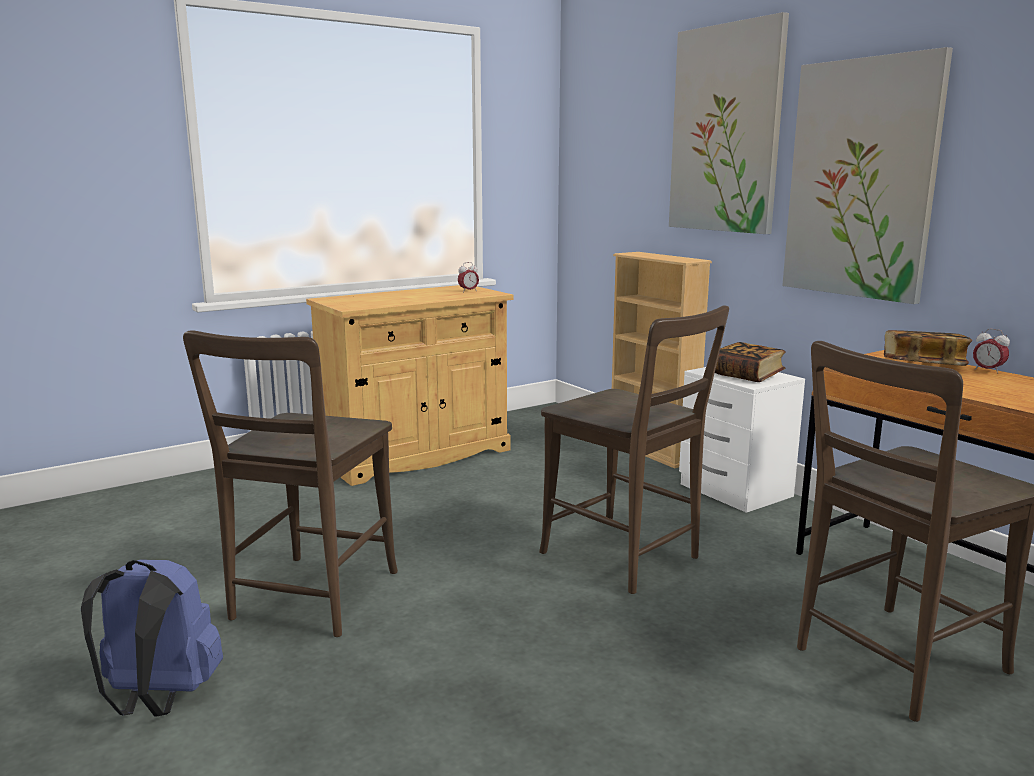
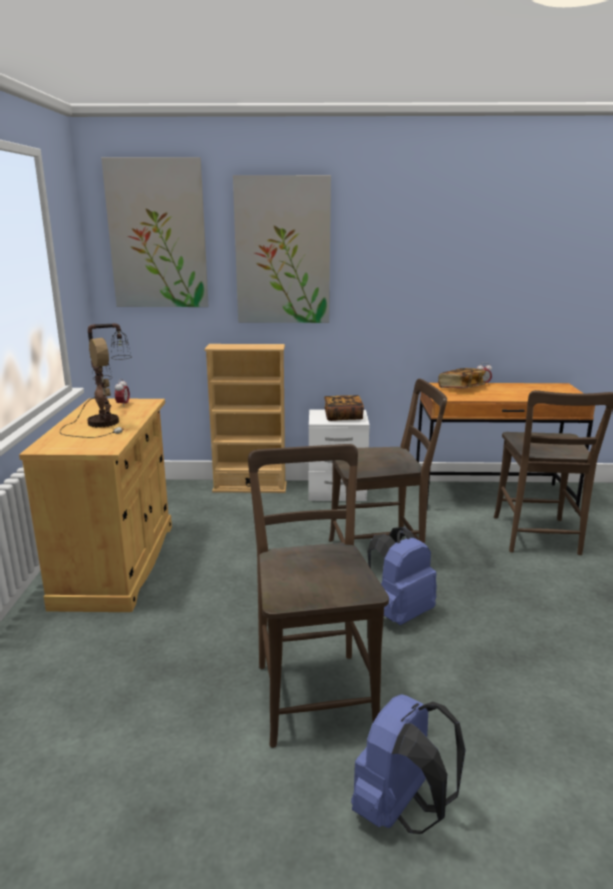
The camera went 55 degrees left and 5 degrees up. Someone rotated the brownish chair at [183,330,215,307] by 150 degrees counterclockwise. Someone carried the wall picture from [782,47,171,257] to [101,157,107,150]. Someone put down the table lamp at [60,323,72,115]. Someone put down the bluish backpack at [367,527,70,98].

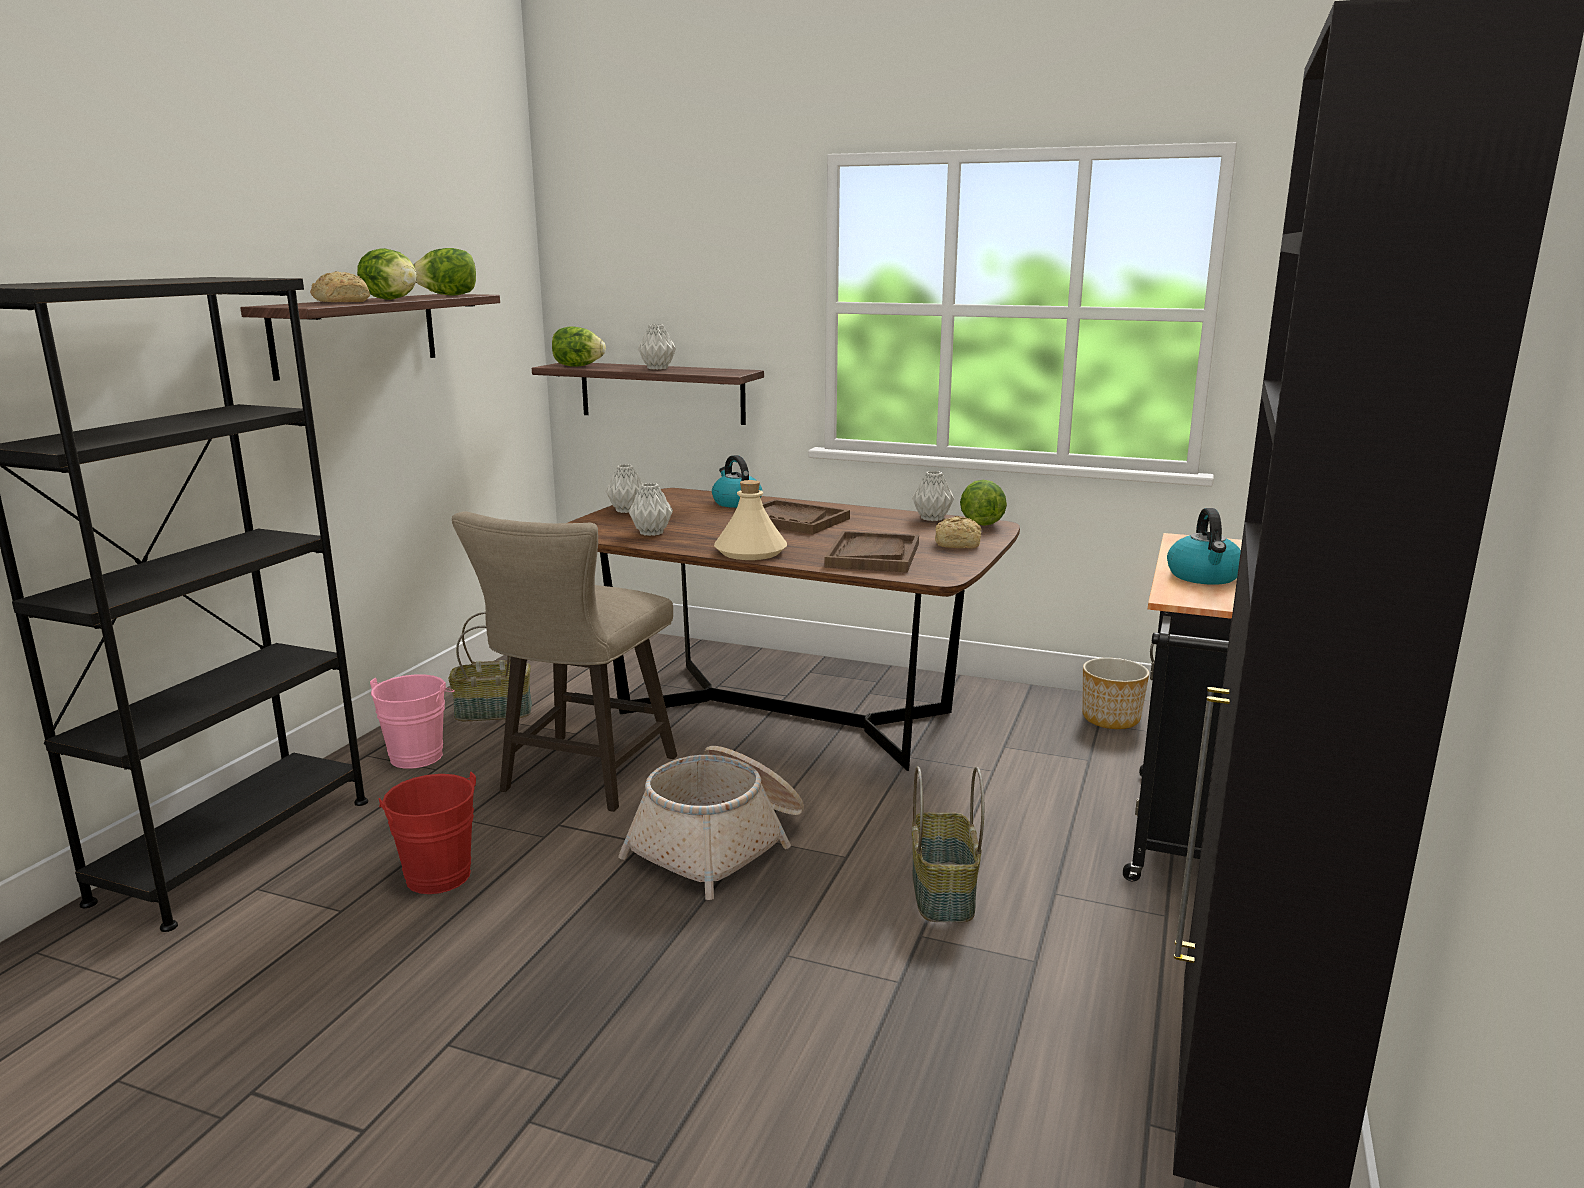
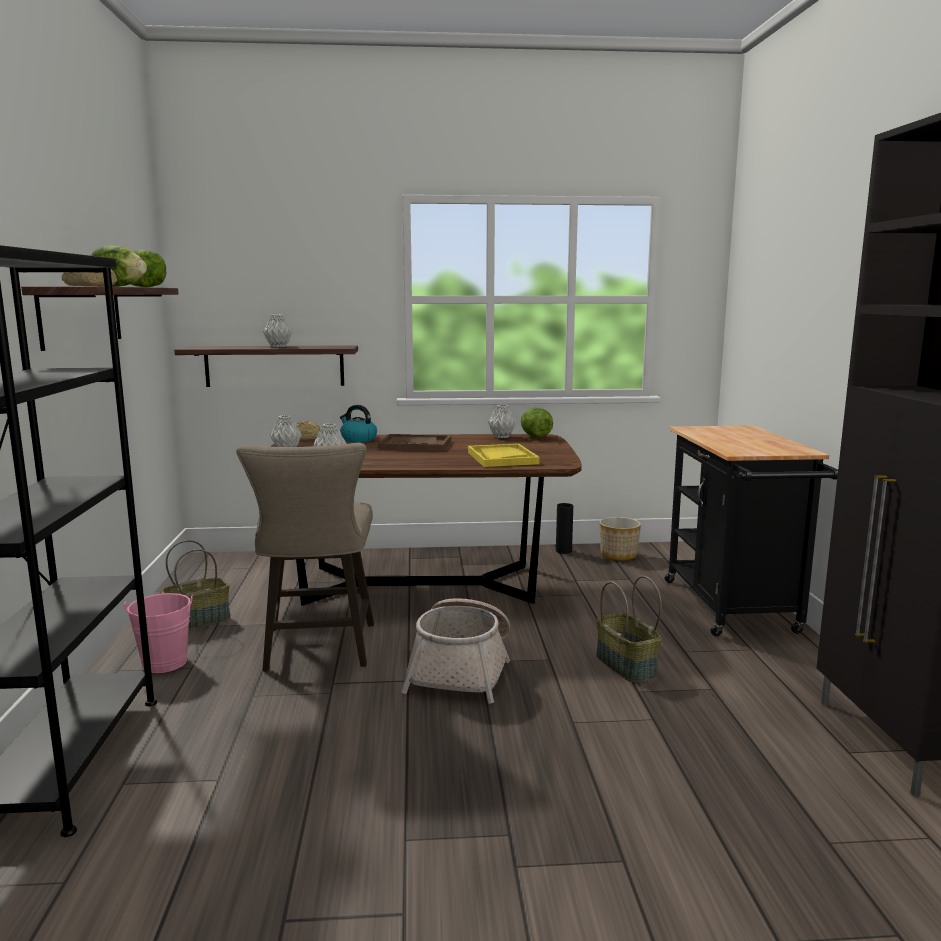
The camera went 25 degrees left and 5 degrees down. Someone took away the reddish bucket at [379,772,97,122]. Someone took away the head of lettuce at [552,327,54,40]. Someone took away the beige-coloured drink bottle at [714,480,73,80]. Someone repainted the brownish carrying tray at [824,531,95,41], which became the yellowish carrying tray at [468,444,72,23]. Someone carried the baked bread from [935,516,47,32] to [296,421,24,19]. Someone took away the tea kettle at [1167,508,74,77]. Someone put down the blackish flower vase at [556,503,17,51].

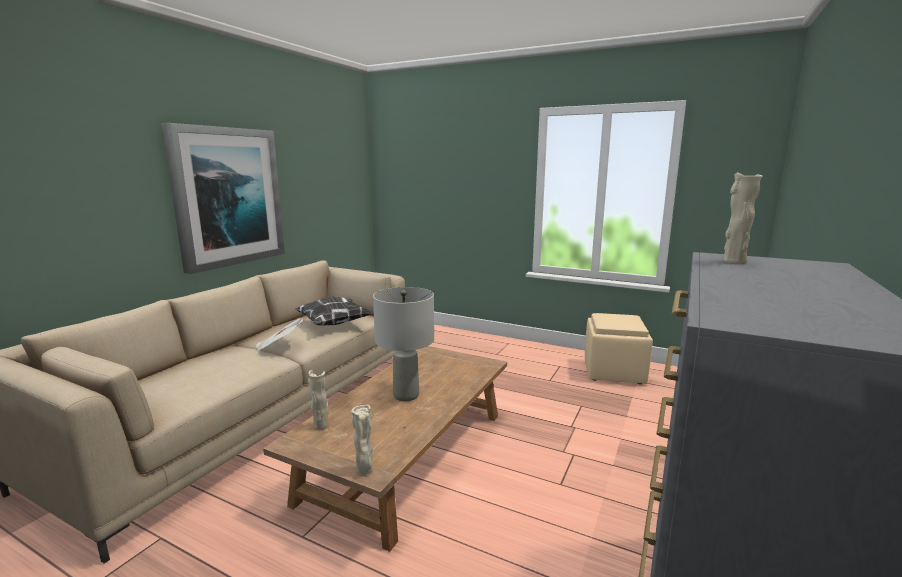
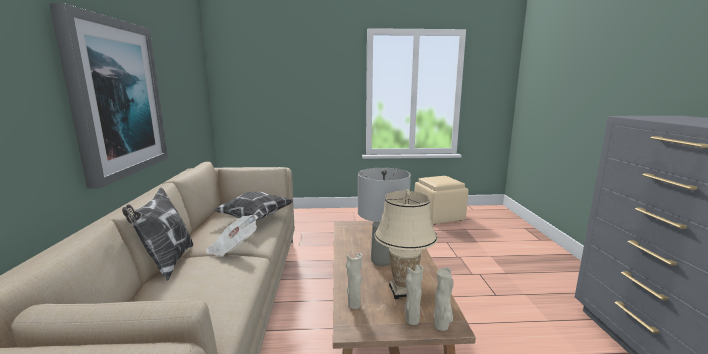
The camera went 30 degrees left and 0 degrees up. Someone carried the beige-coloured flower vase from [724,172,39,92] to [404,265,20,60]. Someone put down the cushion at [122,188,71,93]. Someone put down the beige-coloured table lamp at [374,189,64,110].

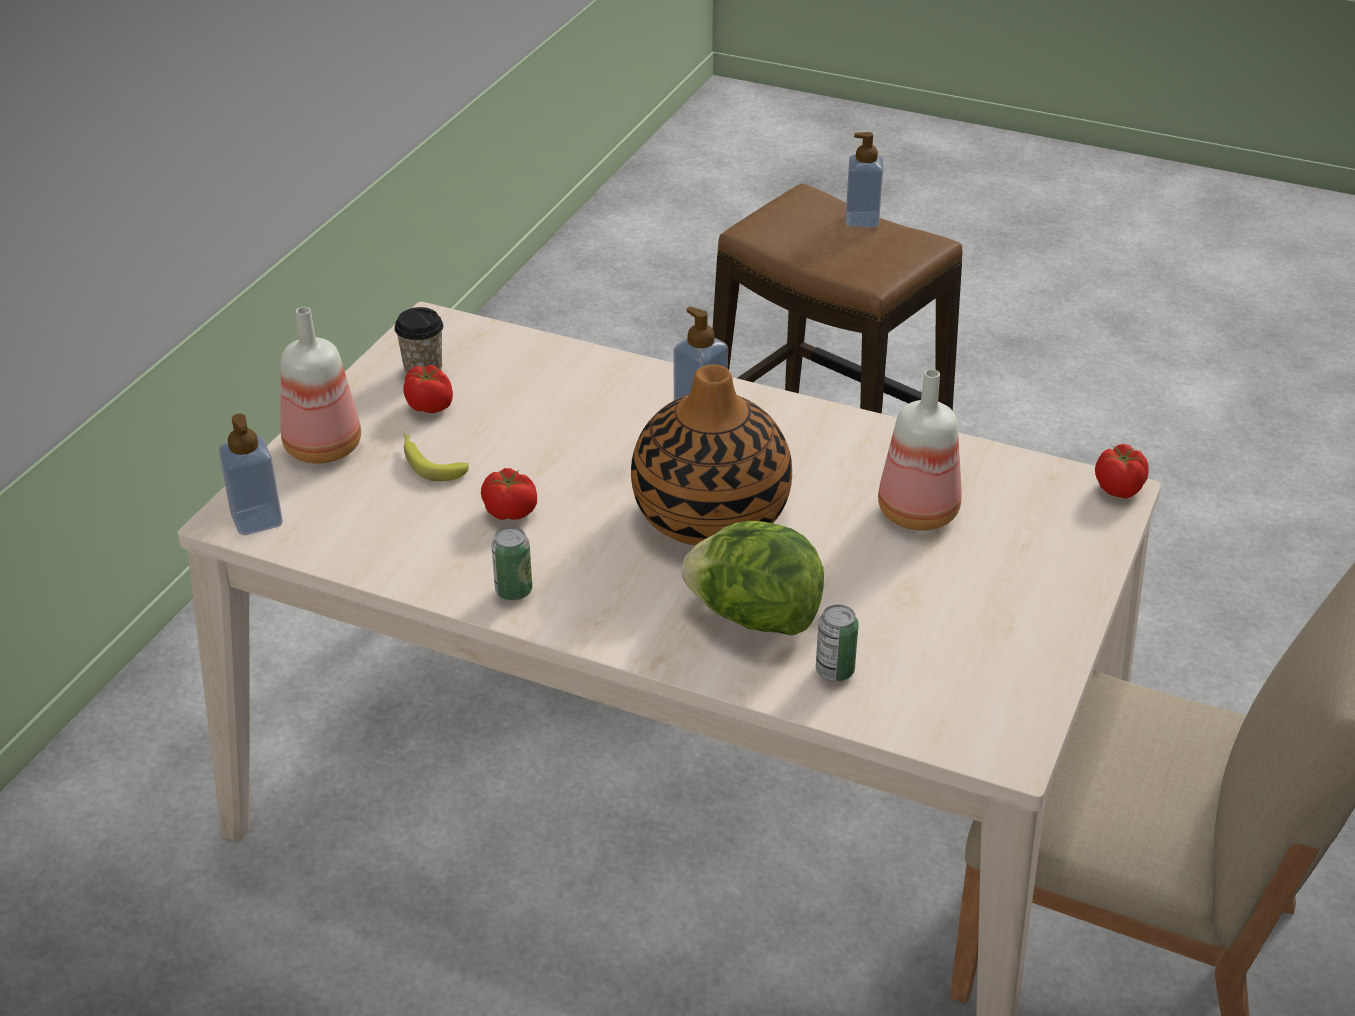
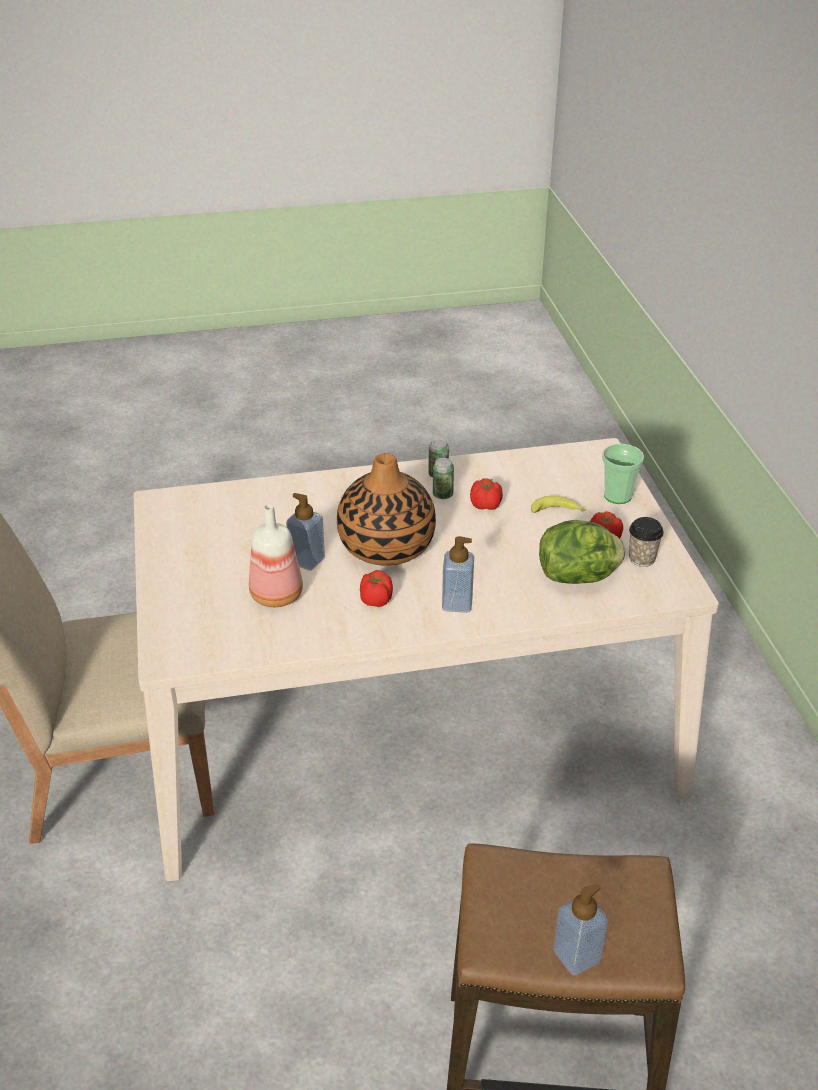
The camera went 145 degrees right and 0 degrees up. Someone carried the soap dispenser from [219,413,64,122] to [286,493,39,78]. Someone swapped the drink bottle at [280,307,81,157] for the cup at [602,444,42,60]. Someone carried the head of lettuce from [681,521,143,114] to [539,520,86,64]. Someone carried the metal can from [816,605,43,76] to [433,458,21,41]. Someone carried the fresh tomato from [1095,444,54,55] to [360,570,33,37].

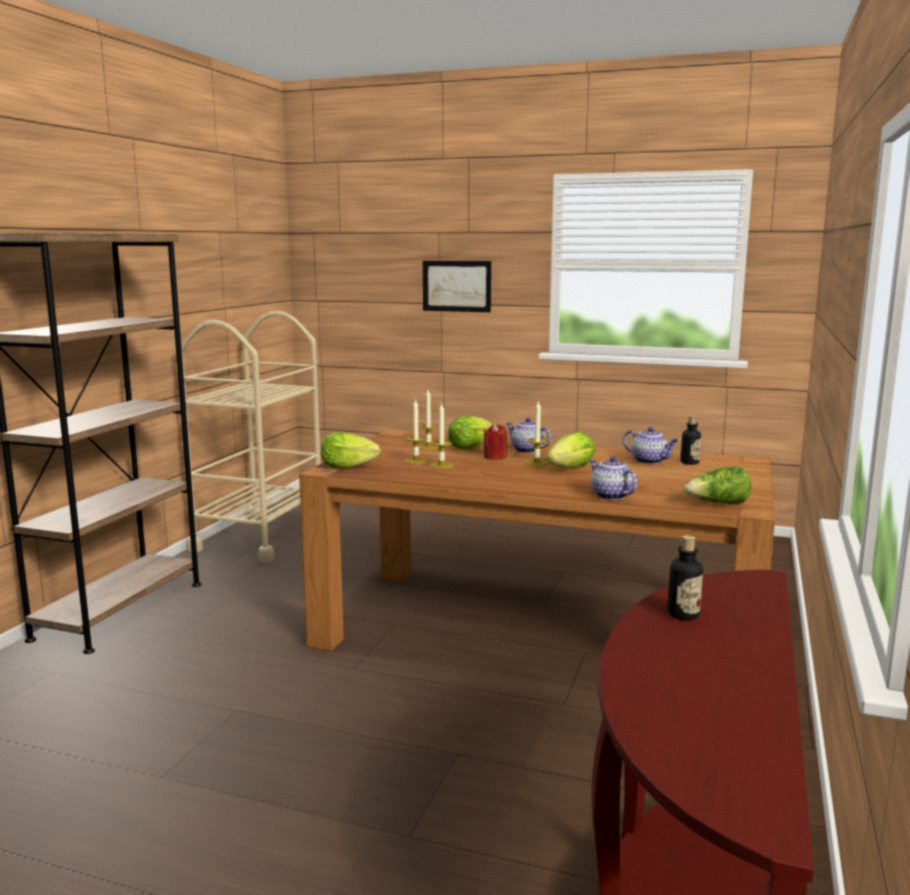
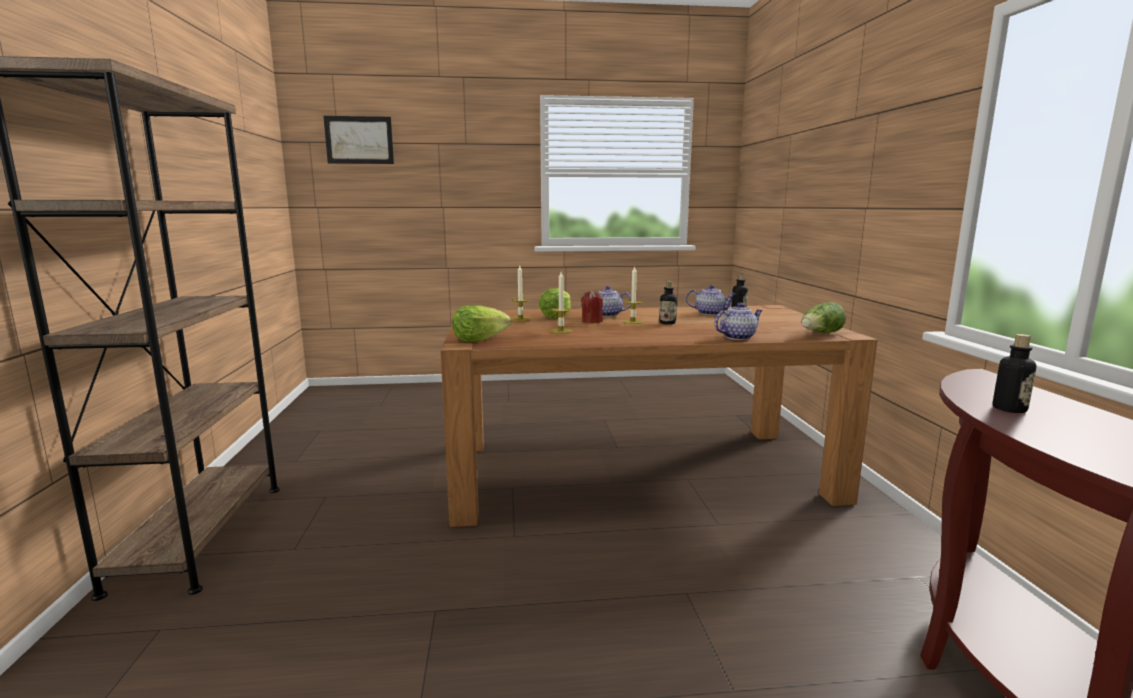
The camera went 25 degrees left and 0 degrees up. Someone took away the beige-coloured wheeled cart at [181,311,140,251]. Someone took away the wax candle at [405,399,23,65]. Someone carried the wall picture from [423,261,68,51] to [323,116,71,48]. Someone swapped the head of lettuce at [547,432,48,36] for the drink bottle at [659,281,18,44]. Someone rotated the pot for tea at [590,457,47,43] by 120 degrees clockwise.

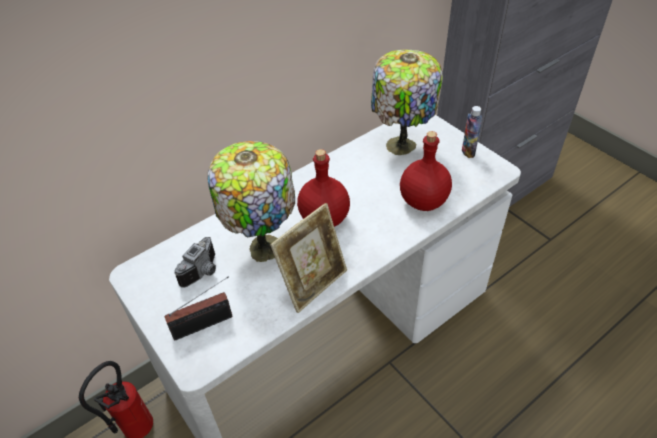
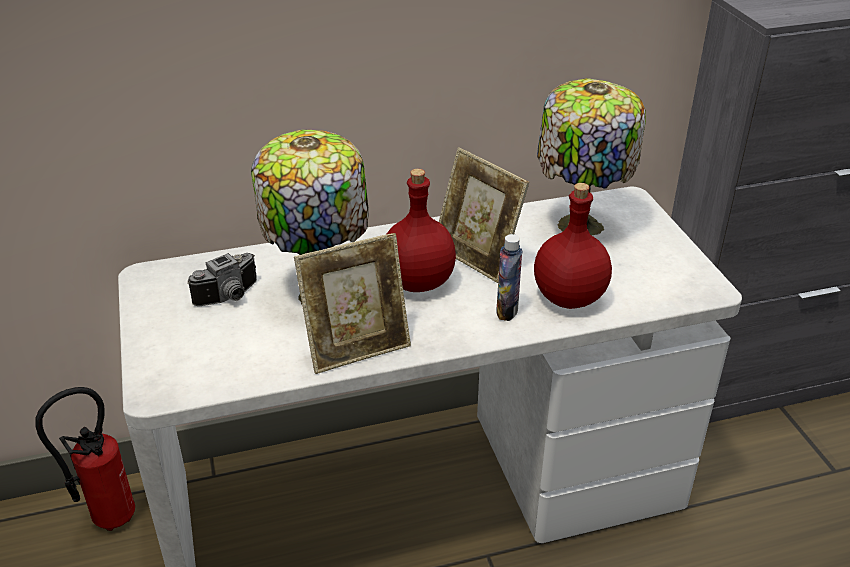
The camera went 20 degrees right and 10 degrees down. Someone took away the radio at [165,276,68,64]. Someone carried the drink bottle from [462,106,20,52] to [496,234,26,87]. Someone put down the picture frame at [439,147,90,136].

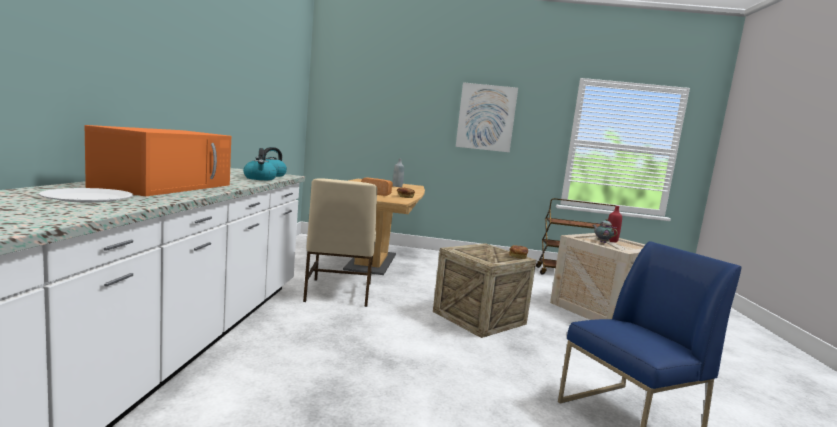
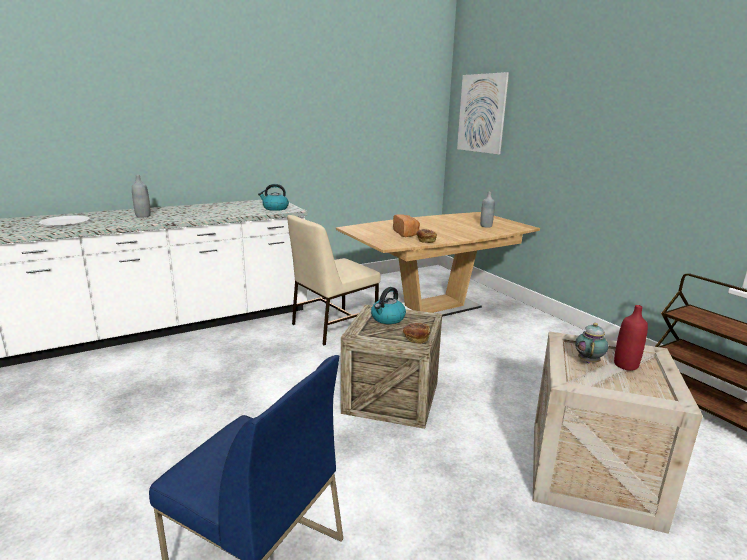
The camera went 55 degrees right and 10 degrees up. Someone swapped the orange-coloured microwave at [85,125,146,71] for the gray drink bottle at [132,175,19,42]. Someone carried the tea kettle from [243,148,34,32] to [371,287,35,37]. Someone carried the wall picture from [456,82,62,70] to [457,72,52,82].

